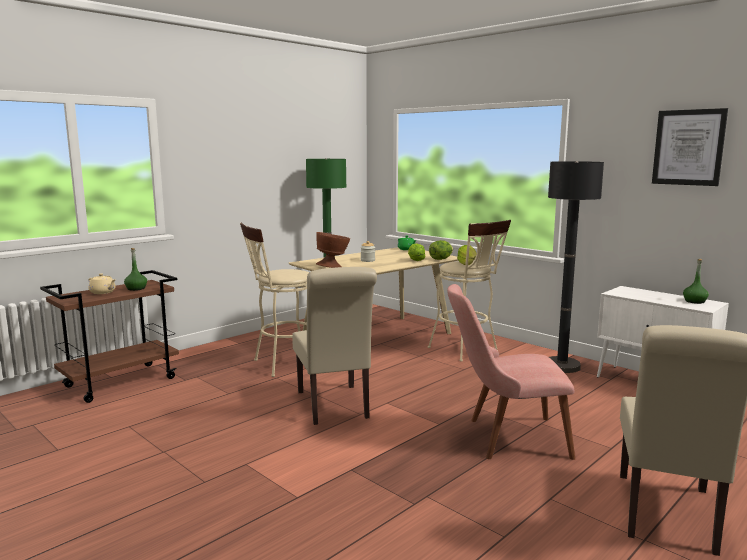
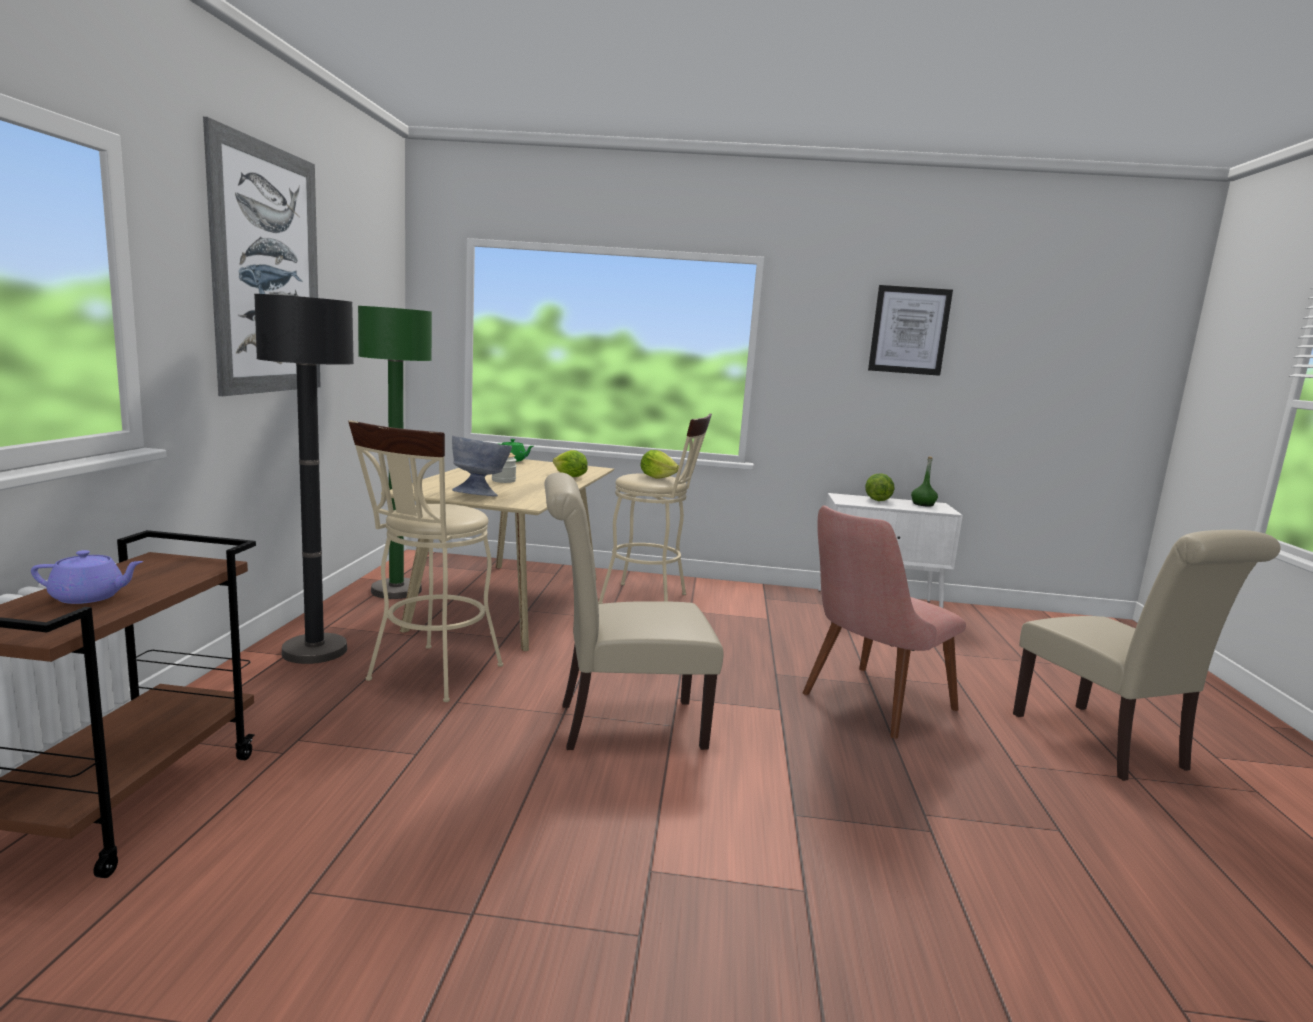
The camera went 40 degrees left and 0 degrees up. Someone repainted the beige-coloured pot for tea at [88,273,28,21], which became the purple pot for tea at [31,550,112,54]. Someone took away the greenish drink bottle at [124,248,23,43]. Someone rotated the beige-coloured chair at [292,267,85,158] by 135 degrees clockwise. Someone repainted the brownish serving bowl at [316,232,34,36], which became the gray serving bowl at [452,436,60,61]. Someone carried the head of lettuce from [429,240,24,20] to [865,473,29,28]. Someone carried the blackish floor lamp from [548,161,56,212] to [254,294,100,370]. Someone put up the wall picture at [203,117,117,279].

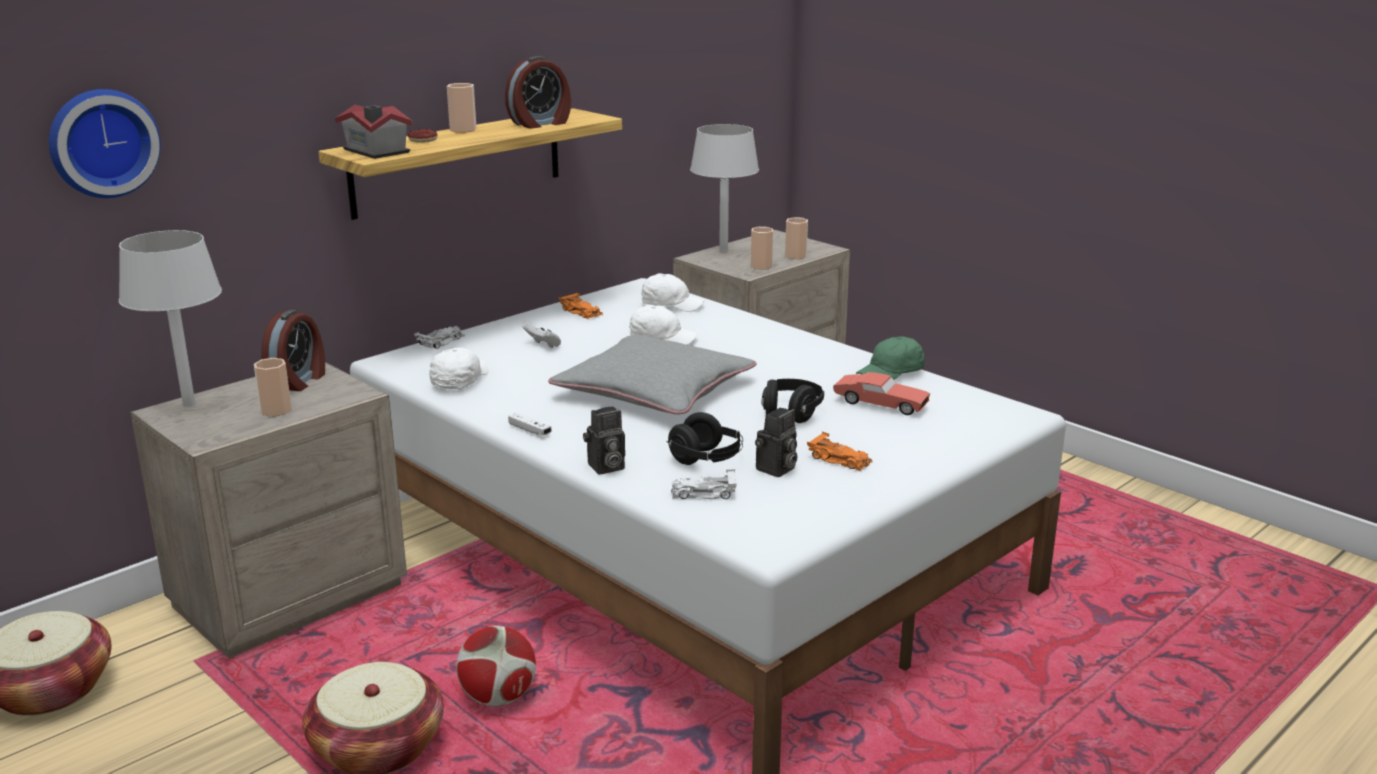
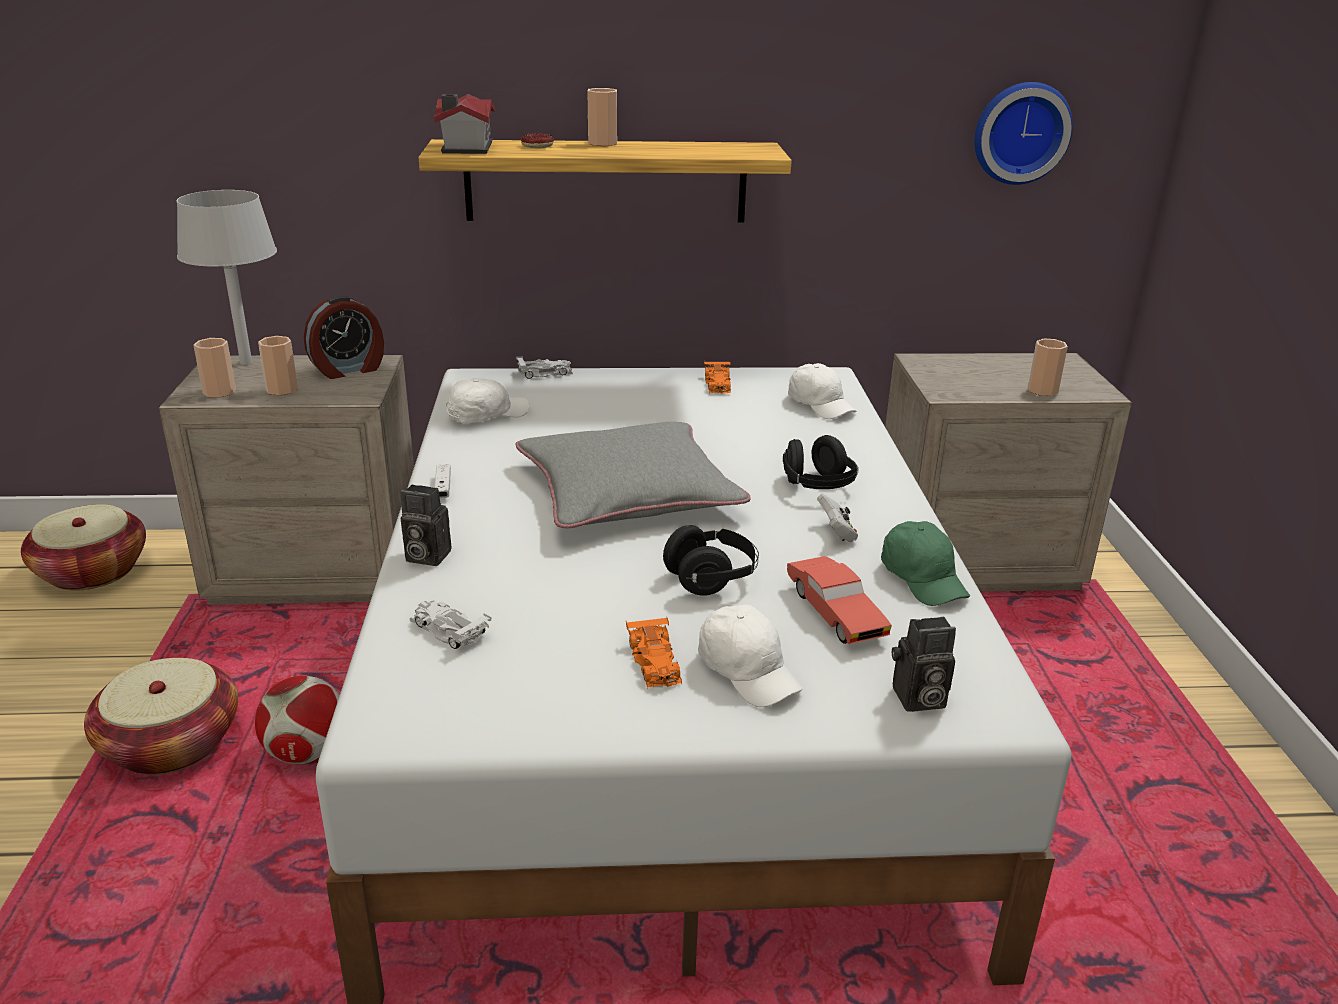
The camera went 40 degrees right and 5 degrees up. Someone carried the hanging clock from [49,89,112,109] to [974,82,99,103]. Someone took away the bedside clock at [505,56,66,73]. Someone carried the whitish gamepad from [522,322,39,26] to [817,494,41,48]. Someone carried the whitish cap from [629,305,68,40] to [698,605,105,102]. Someone carried the blackish headset from [667,412,76,53] to [783,435,76,54]. Someone took away the gray table lamp at [690,124,69,129]. Someone carried the cup from [751,227,22,42] to [193,338,43,60]. Someone carried the still camera from [755,407,43,70] to [892,616,64,96]. Someone rotated the greenish cap at [856,336,69,44] by 120 degrees counterclockwise.

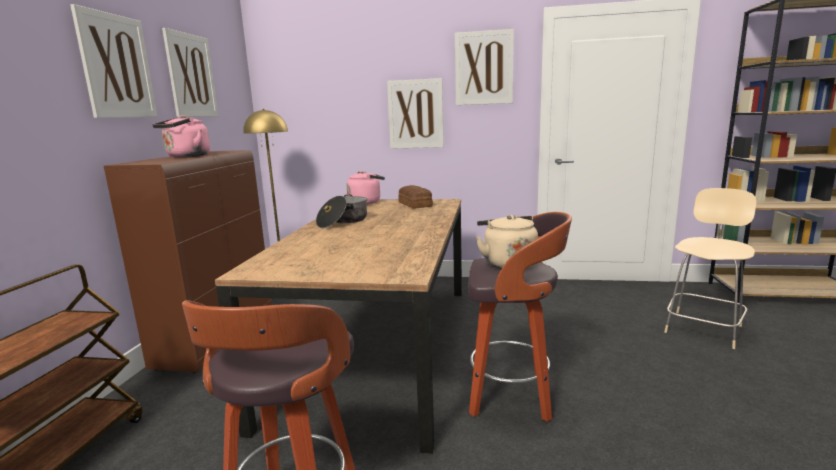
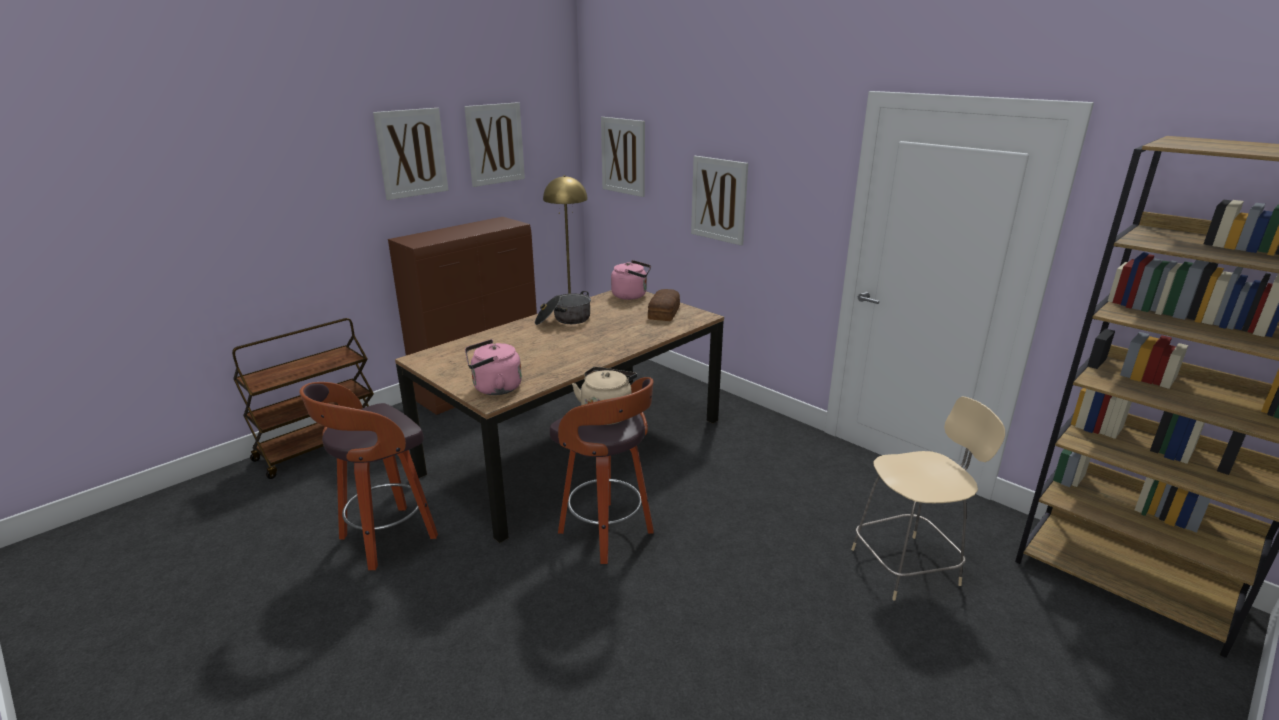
The camera went 35 degrees right and 10 degrees up. Someone carried the pink-coloured tea kettle from [152,115,58,42] to [465,339,57,56]. Someone carried the wall picture from [455,29,59,76] to [601,117,44,80].

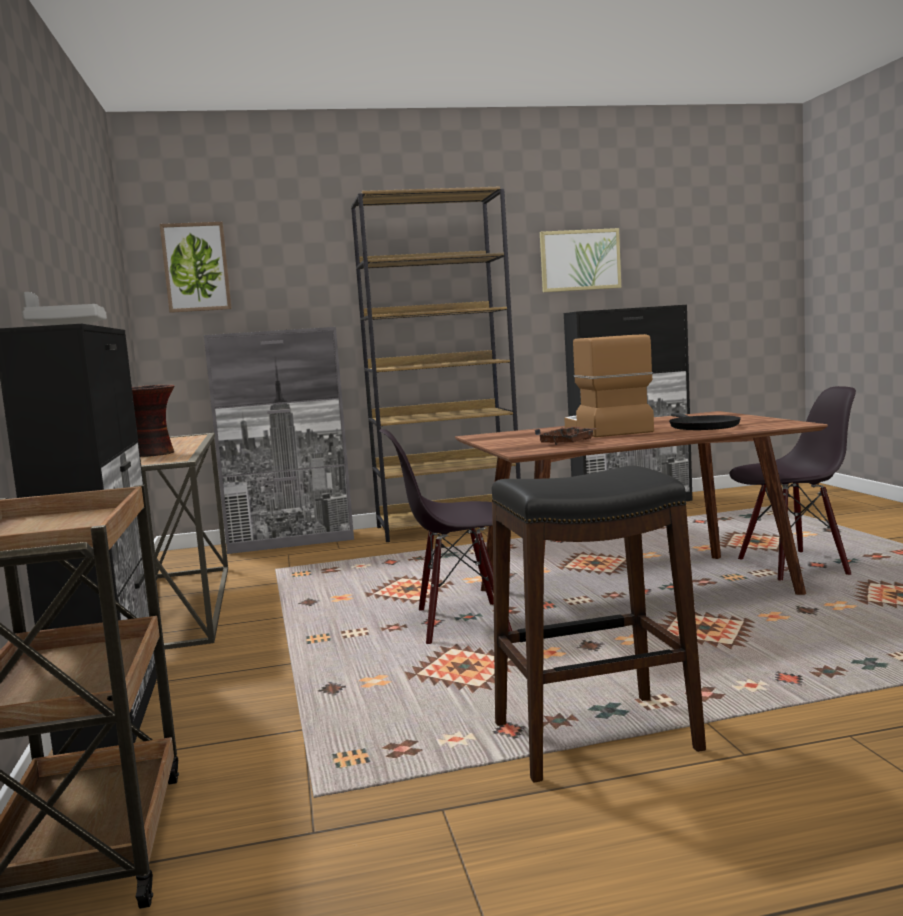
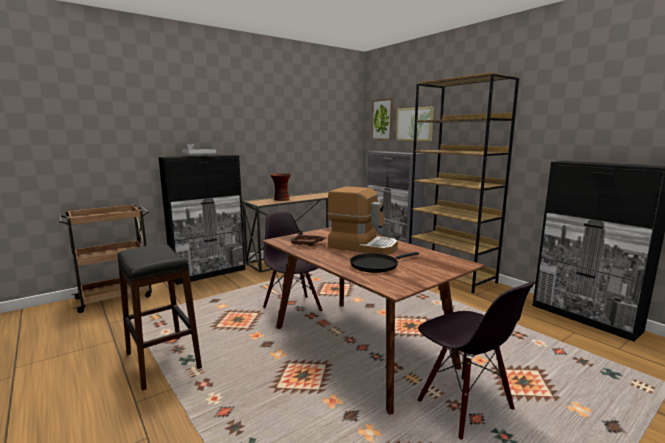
The camera went 65 degrees right and 5 degrees up. Someone carried the wall picture from [540,228,81,64] to [396,106,38,35]. Someone rotated the coffee maker at [564,334,90,103] by 60 degrees clockwise.

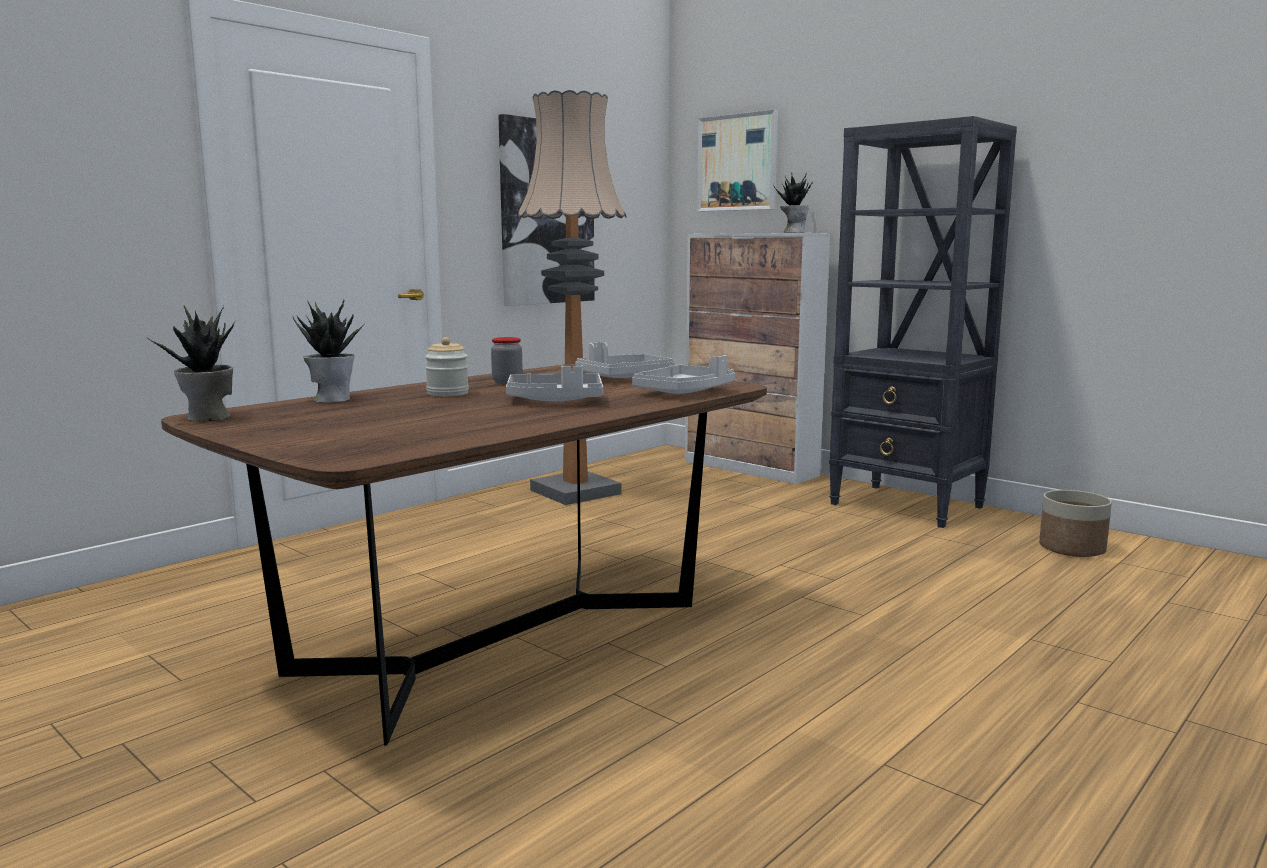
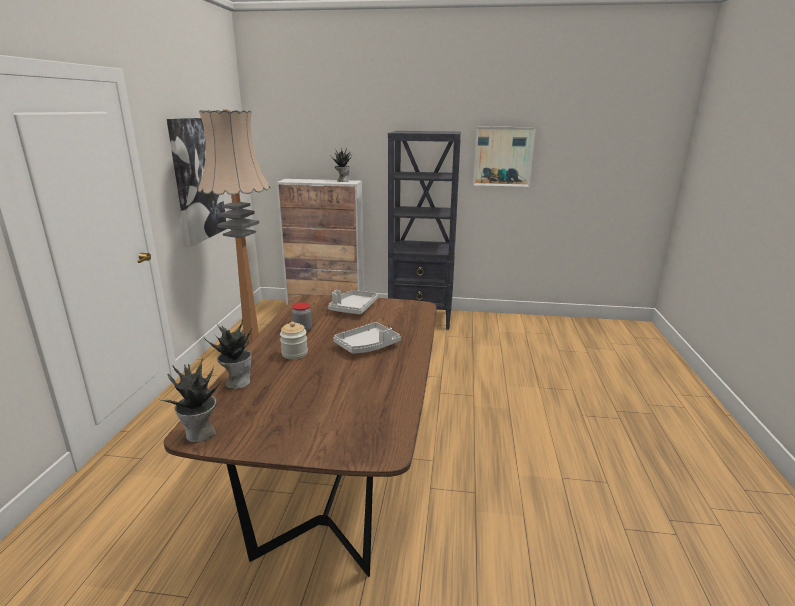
The camera went 35 degrees left and 10 degrees up. Someone took away the gray carrying tray at [632,355,103,39]. Someone carried the wall picture from [697,110,81,102] to [473,126,63,61]. Someone took away the flower pot at [1039,490,73,67].

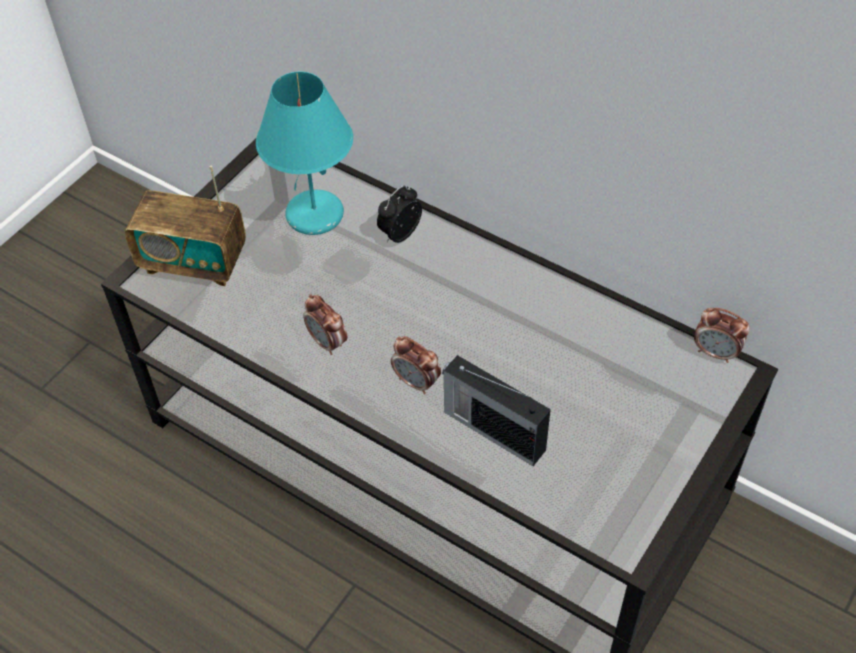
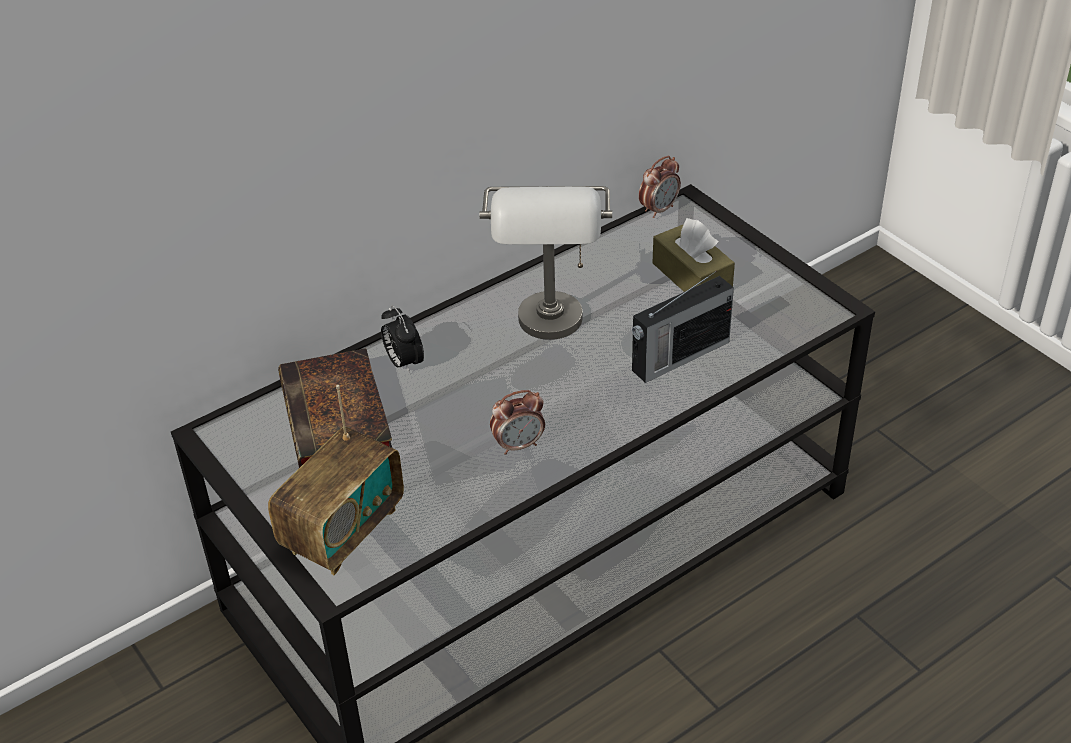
The camera went 70 degrees left and 10 degrees down. Someone swapped the blue-green table lamp at [256,71,97,164] for the bound book at [278,348,114,120]. Someone took away the bedside clock at [391,336,50,58]. Someone put down the gray table lamp at [480,186,132,154]. Someone put down the brownish tissue holder at [653,218,82,74].

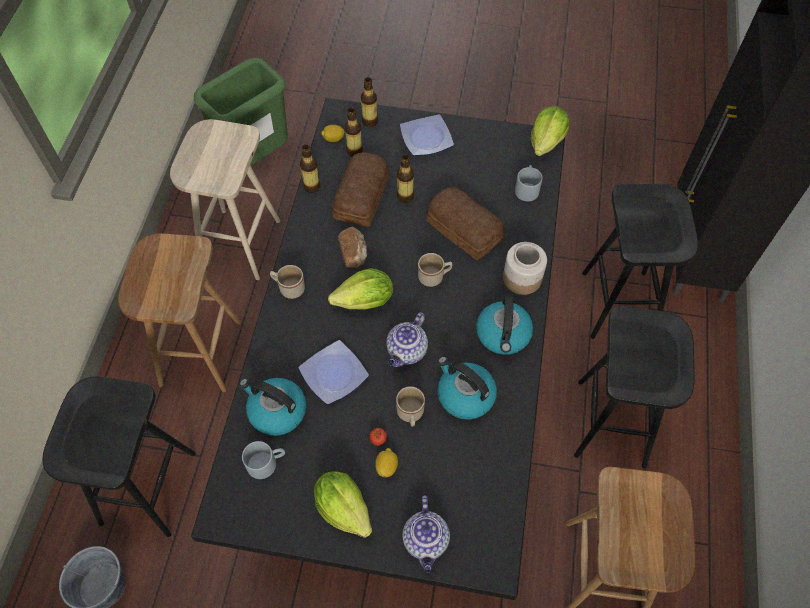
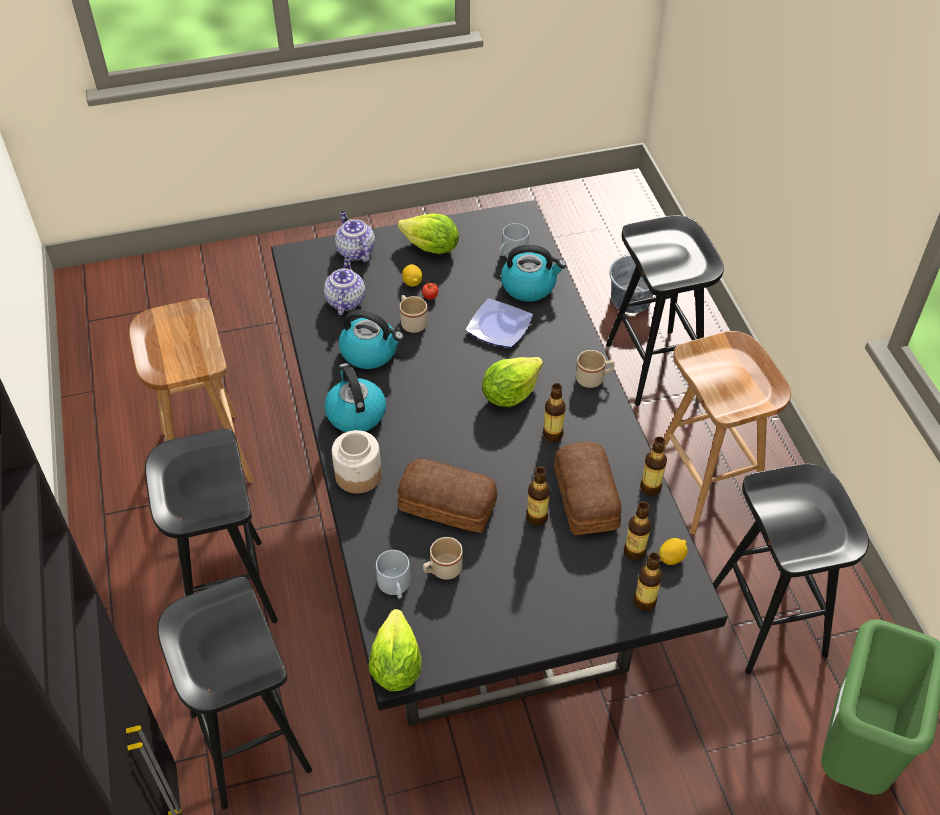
The camera went 155 degrees right and 10 degrees down. Someone repainted the beige-coloured sitting stool at [170,119,110,161], which became the blackish sitting stool at [713,463,156,212]. Someone swapped the baked bread at [338,227,29,41] for the drink bottle at [543,383,23,59]. Someone carried the pot for tea from [386,313,42,54] to [324,257,41,58]. Someone took away the dinner plate at [400,115,54,41]. Someone carried the beige-coloured mug from [418,253,34,34] to [423,537,40,43].

